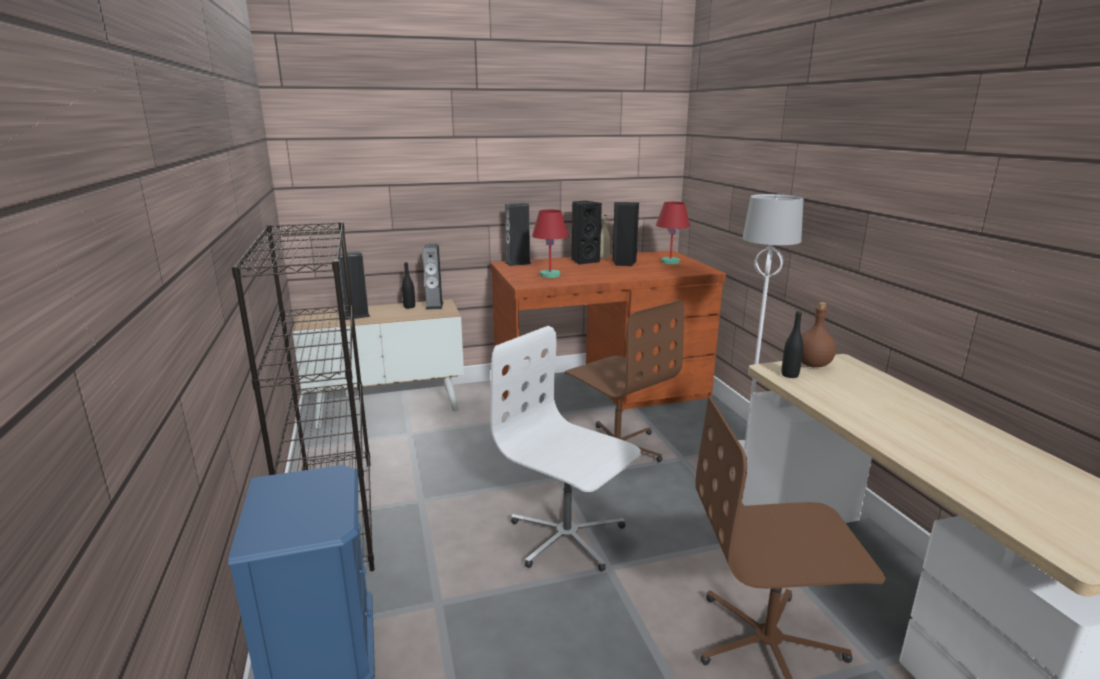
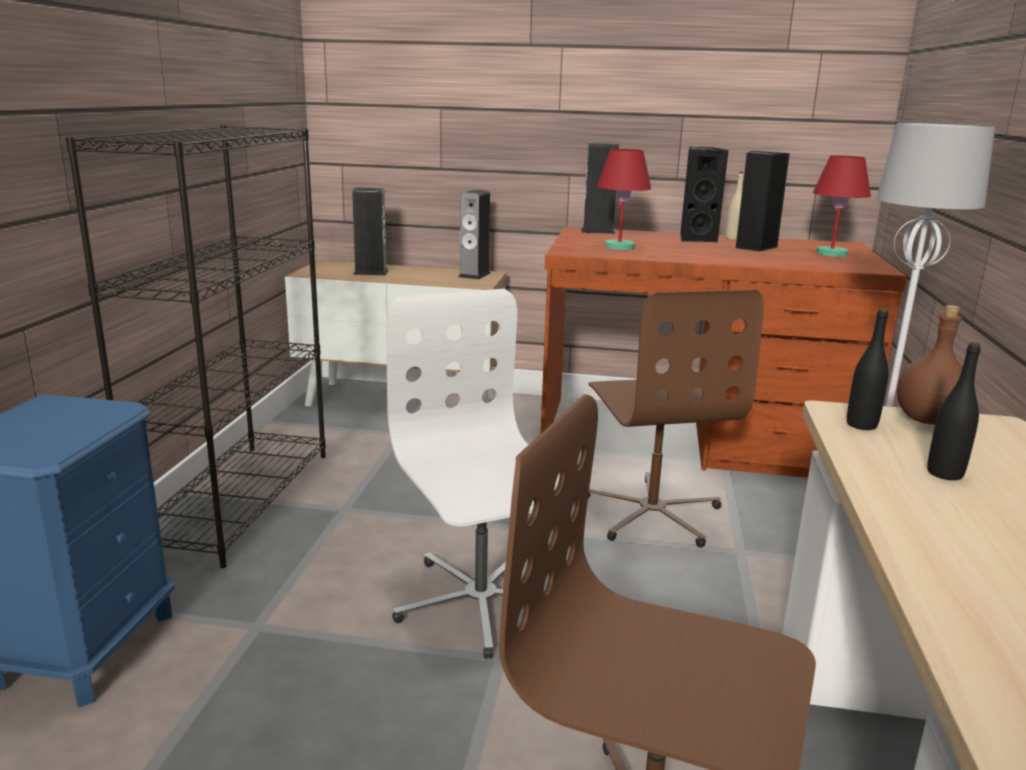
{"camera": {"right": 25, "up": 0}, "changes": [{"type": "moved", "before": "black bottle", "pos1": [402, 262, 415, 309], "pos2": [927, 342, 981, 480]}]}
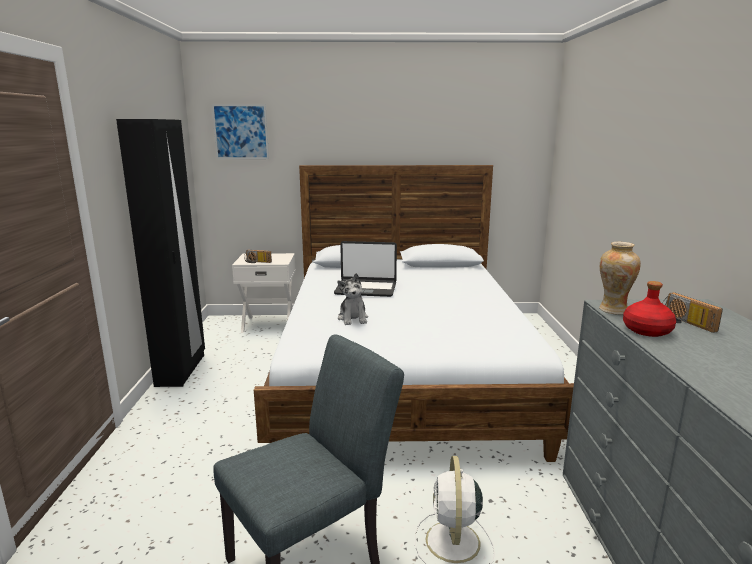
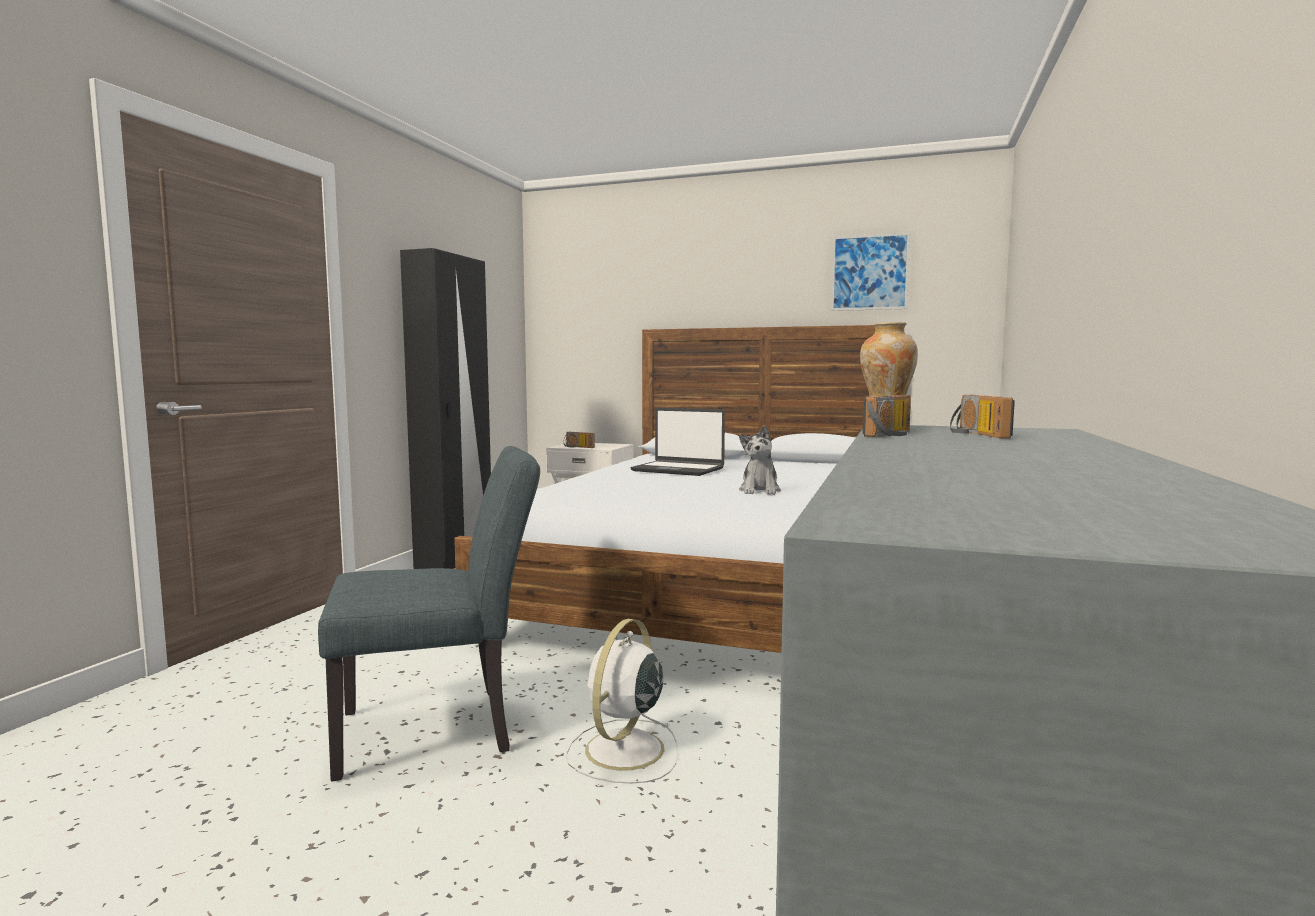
{"camera": {"right": 20, "up": -10}, "changes": [{"type": "moved", "before": "picture", "pos1": [212, 104, 269, 159], "pos2": [831, 232, 910, 311]}, {"type": "moved", "before": "plush toy", "pos1": [337, 273, 368, 325], "pos2": [739, 426, 781, 495]}, {"type": "replaced", "before": "red bottle", "after": "radio", "pos1": [623, 281, 676, 337], "pos2": [862, 395, 911, 437]}]}
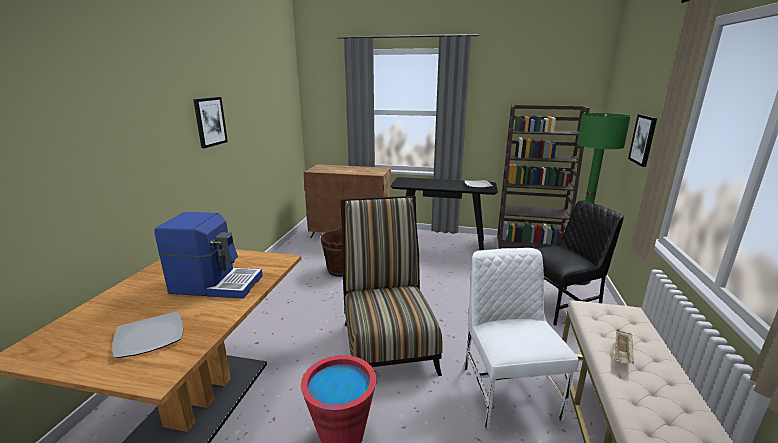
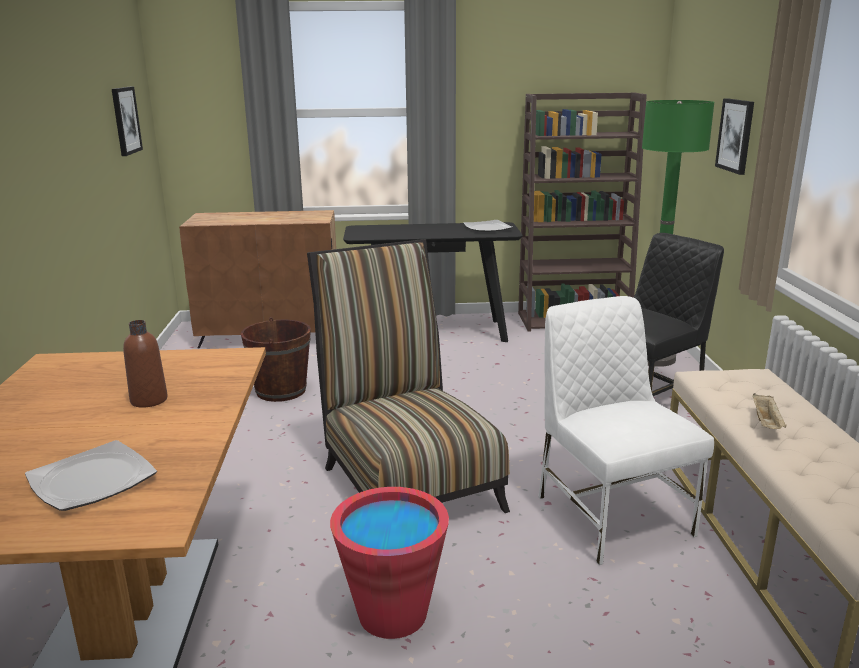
{"camera": {"right": -15, "up": 0}, "changes": [{"type": "moved", "before": "picture", "pos1": [193, 97, 228, 148], "pos2": [112, 87, 143, 156]}, {"type": "replaced", "before": "coffee machine", "after": "brown bottle", "pos1": [154, 212, 263, 299], "pos2": [123, 320, 168, 408]}]}
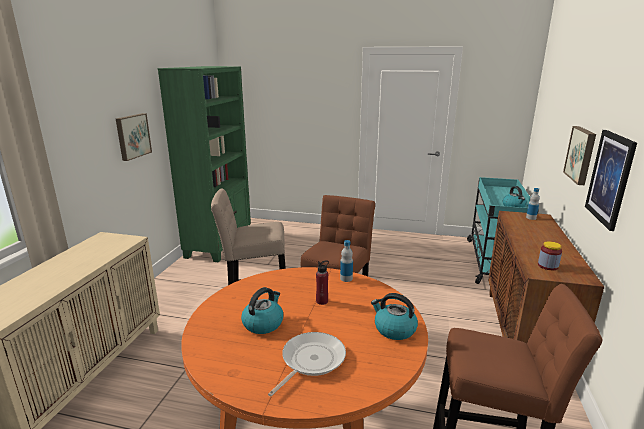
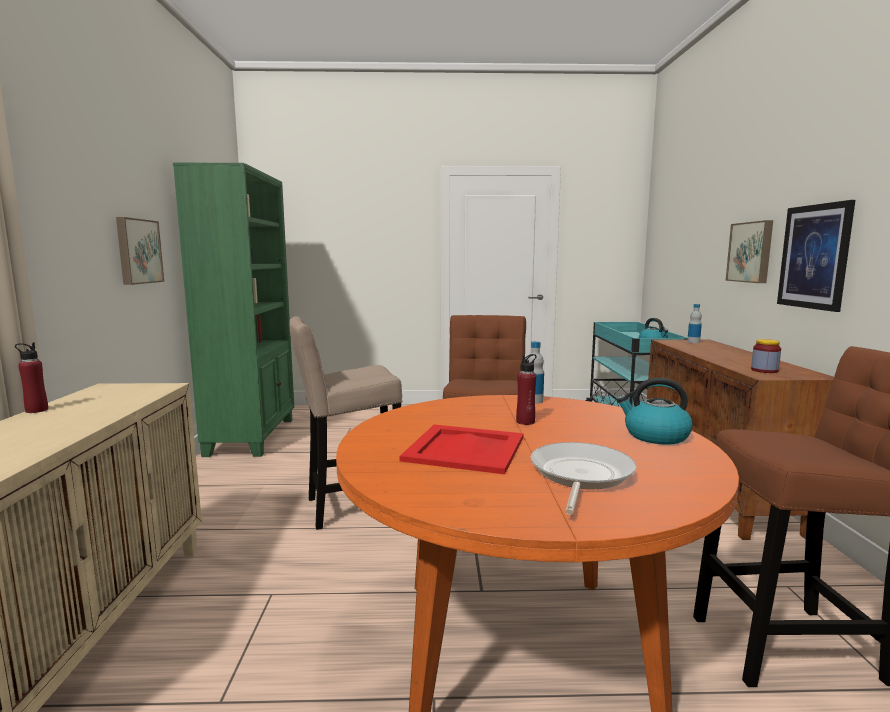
{"camera": {"right": -15, "up": -10}, "changes": [{"type": "added", "after": "red bottle", "pos2": [15, 342, 48, 413]}, {"type": "replaced", "before": "kettle", "after": "red tray", "pos1": [241, 287, 283, 334], "pos2": [400, 424, 523, 474]}]}
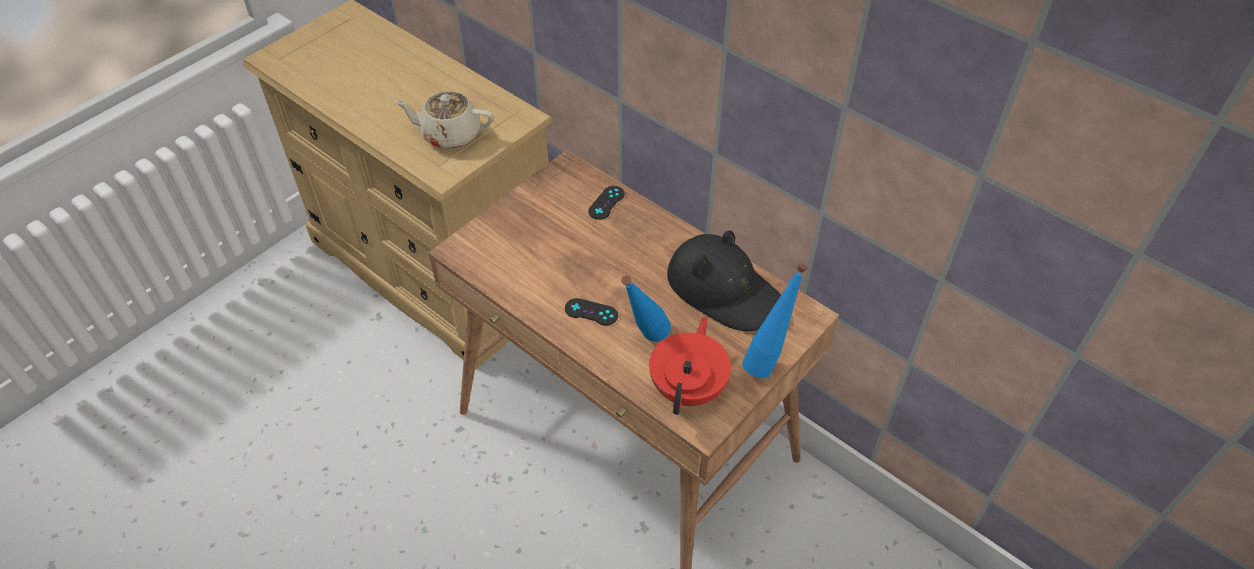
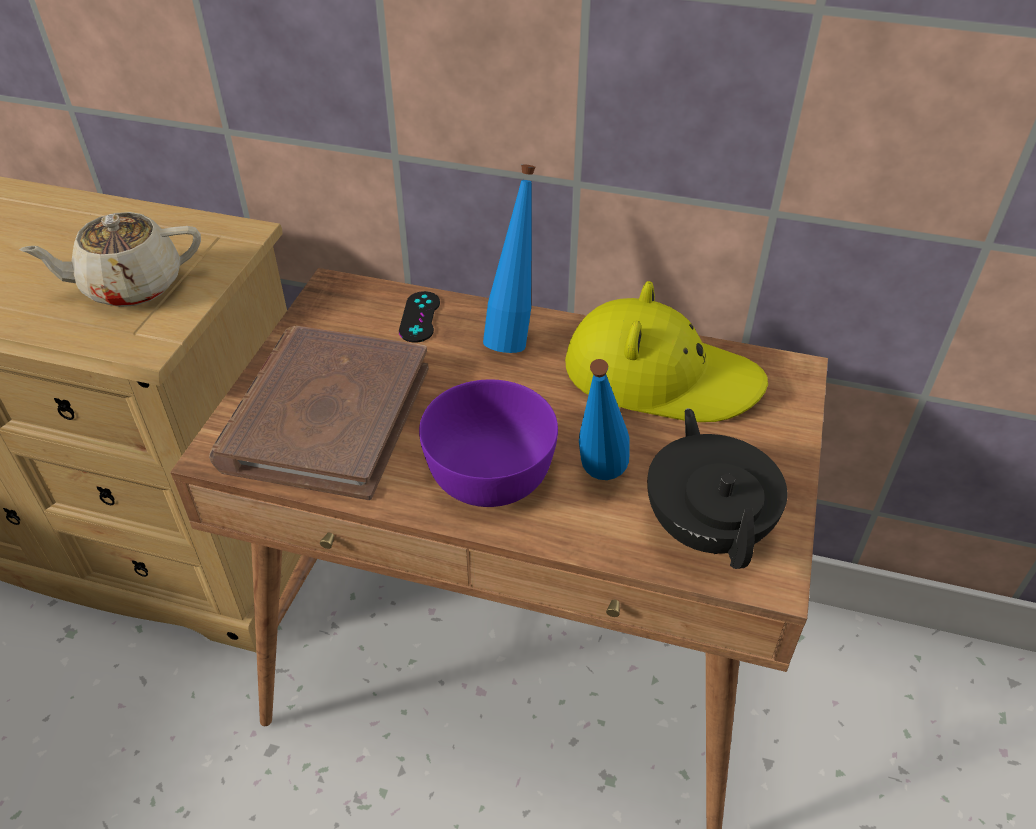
{"camera": {"right": -25, "up": -5}, "changes": [{"type": "added", "after": "brown book", "pos2": [209, 326, 429, 500]}, {"type": "moved", "before": "blue bottle", "pos1": [742, 263, 807, 378], "pos2": [483, 164, 535, 353]}, {"type": "replaced", "before": "black game controller", "after": "purple bowl", "pos1": [565, 298, 618, 326], "pos2": [419, 380, 558, 507]}, {"type": "recoloured", "before": "red teapot", "after": "black teapot", "pos1": [649, 317, 731, 415], "pos2": [647, 408, 787, 569]}, {"type": "recoloured", "before": "black hat", "after": "yellow hat", "pos1": [667, 230, 781, 331], "pos2": [565, 281, 768, 422]}]}
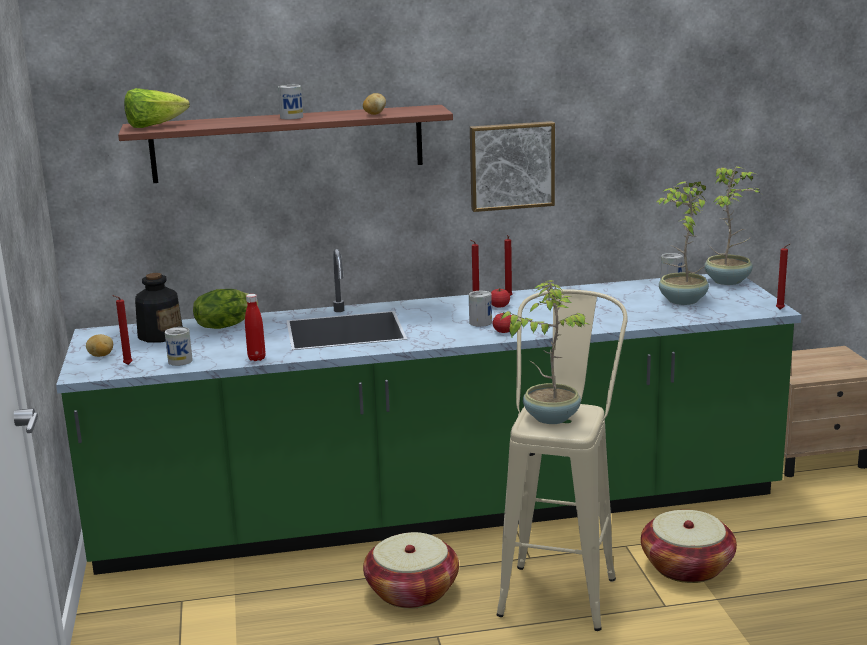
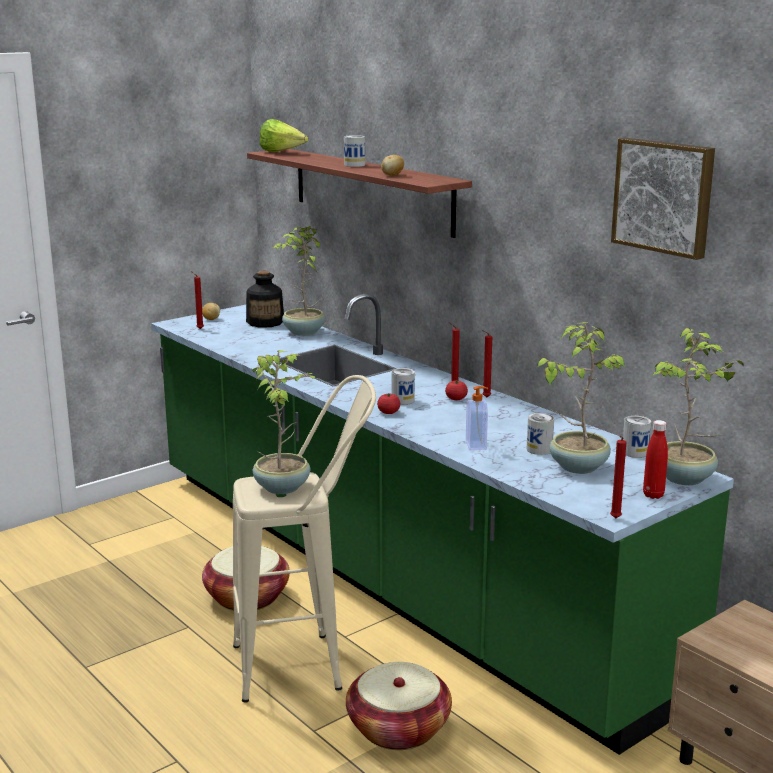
{"camera": {"right": 60, "up": 0}, "changes": [{"type": "added", "after": "soap dispenser", "pos2": [466, 386, 488, 450]}, {"type": "moved", "before": "can", "pos1": [165, 327, 193, 366], "pos2": [527, 413, 554, 455]}, {"type": "moved", "before": "red bottle", "pos1": [245, 294, 266, 361], "pos2": [643, 420, 668, 499]}, {"type": "moved", "before": "picture", "pos1": [470, 121, 555, 212], "pos2": [611, 138, 715, 260]}, {"type": "replaced", "before": "lettuce", "after": "potted plant", "pos1": [193, 289, 258, 329], "pos2": [272, 226, 325, 336]}]}
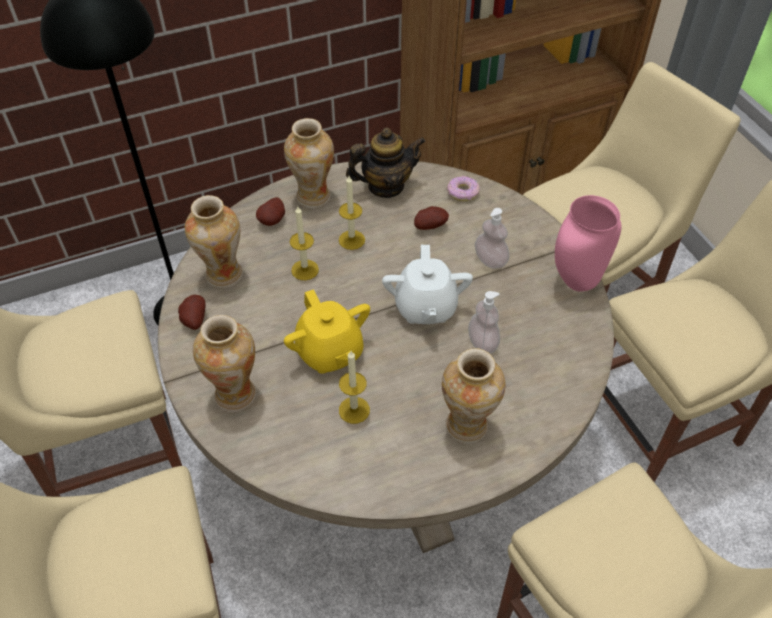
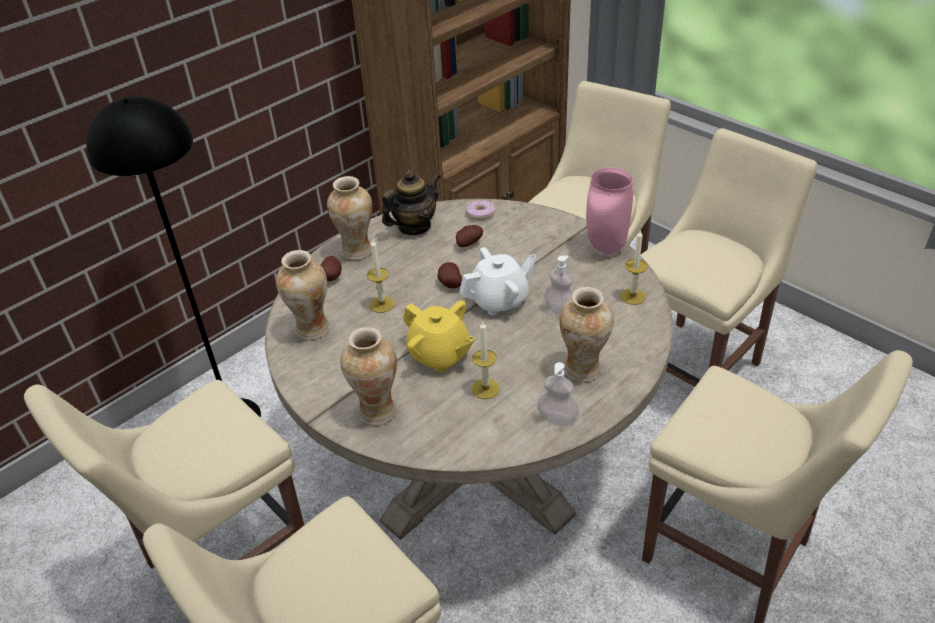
{"camera": {"right": -20, "up": -10}, "changes": [{"type": "moved", "before": "potato", "pos1": [178, 295, 206, 330], "pos2": [437, 262, 462, 288]}, {"type": "moved", "before": "candle", "pos1": [339, 176, 365, 250], "pos2": [620, 229, 648, 305]}, {"type": "moved", "before": "soap dispenser", "pos1": [475, 208, 509, 269], "pos2": [537, 362, 579, 426]}, {"type": "turned", "before": "white teapot", "pos1": [382, 245, 473, 324], "pos2": [460, 247, 537, 315], "turn": -90}]}
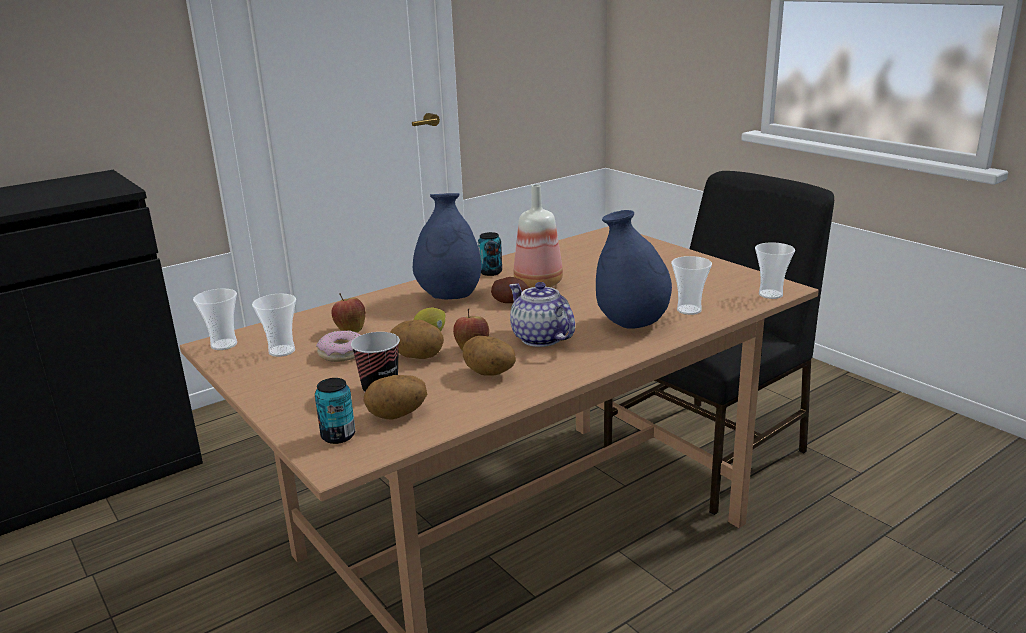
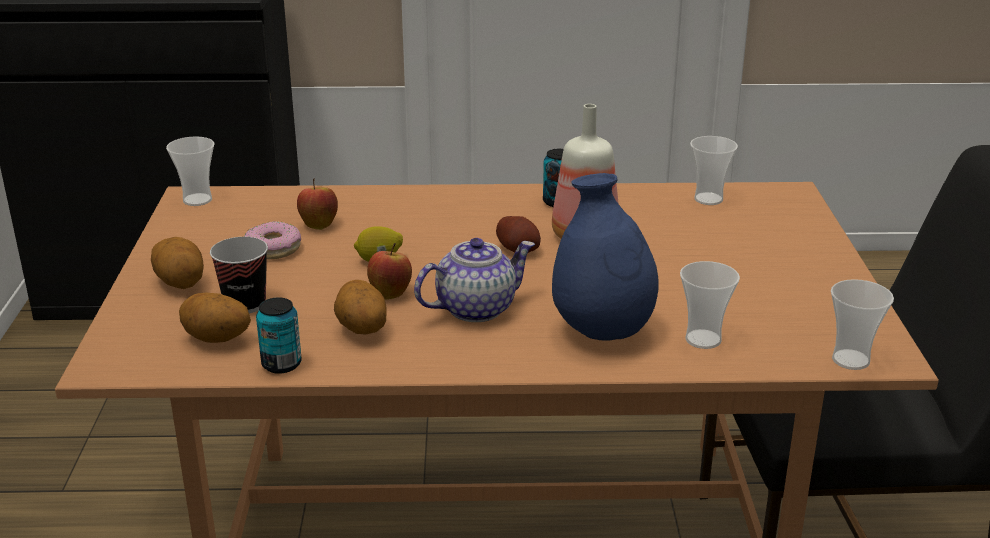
{"camera": {"right": 35, "up": 5}, "changes": [{"type": "removed", "before": "blue vase", "pos1": [413, 193, 481, 299]}, {"type": "moved", "before": "cup", "pos1": [252, 294, 296, 357], "pos2": [690, 136, 738, 205]}, {"type": "moved", "before": "can", "pos1": [315, 378, 355, 444], "pos2": [256, 297, 302, 374]}, {"type": "moved", "before": "potato", "pos1": [390, 320, 444, 359], "pos2": [151, 237, 204, 289]}, {"type": "turned", "before": "teapot", "pos1": [509, 282, 575, 347], "pos2": [414, 238, 535, 322], "turn": 60}]}
